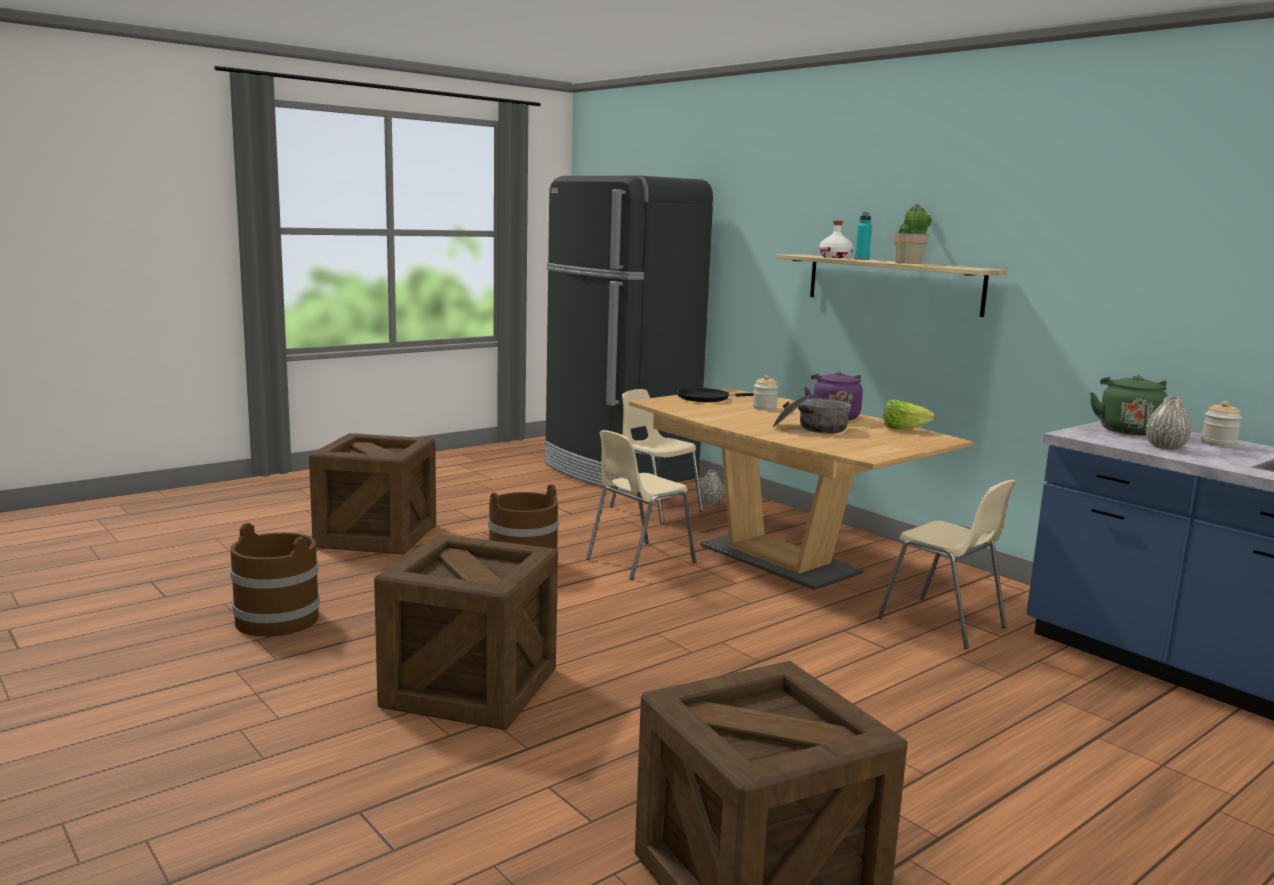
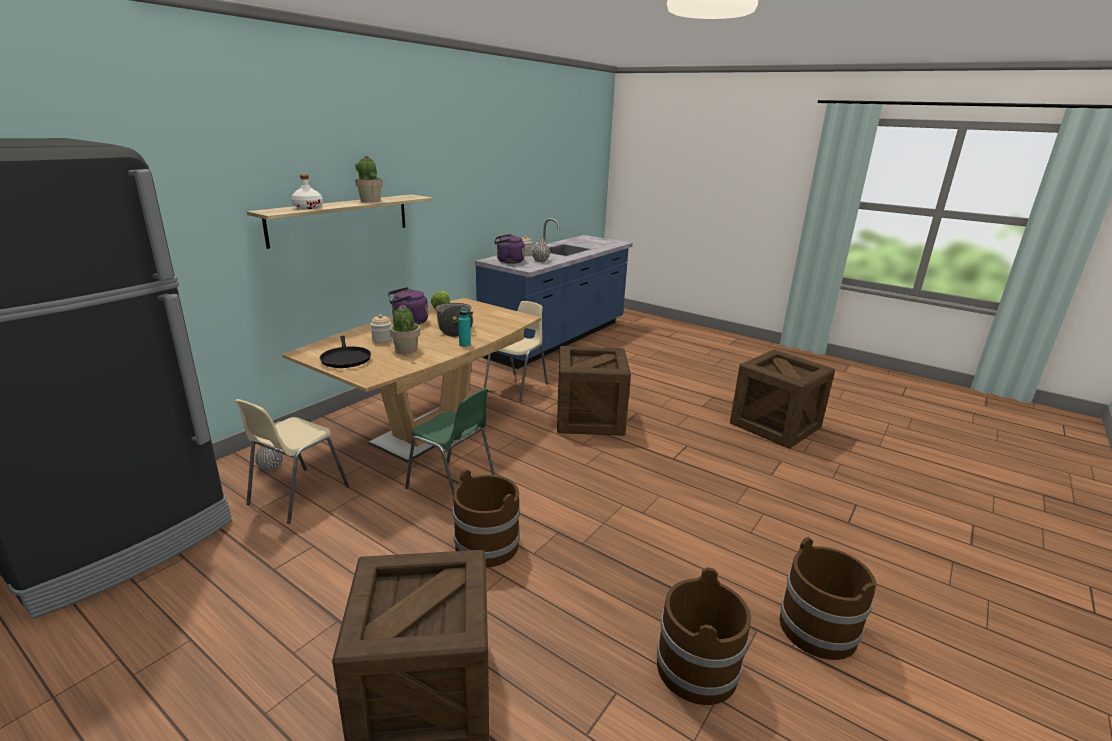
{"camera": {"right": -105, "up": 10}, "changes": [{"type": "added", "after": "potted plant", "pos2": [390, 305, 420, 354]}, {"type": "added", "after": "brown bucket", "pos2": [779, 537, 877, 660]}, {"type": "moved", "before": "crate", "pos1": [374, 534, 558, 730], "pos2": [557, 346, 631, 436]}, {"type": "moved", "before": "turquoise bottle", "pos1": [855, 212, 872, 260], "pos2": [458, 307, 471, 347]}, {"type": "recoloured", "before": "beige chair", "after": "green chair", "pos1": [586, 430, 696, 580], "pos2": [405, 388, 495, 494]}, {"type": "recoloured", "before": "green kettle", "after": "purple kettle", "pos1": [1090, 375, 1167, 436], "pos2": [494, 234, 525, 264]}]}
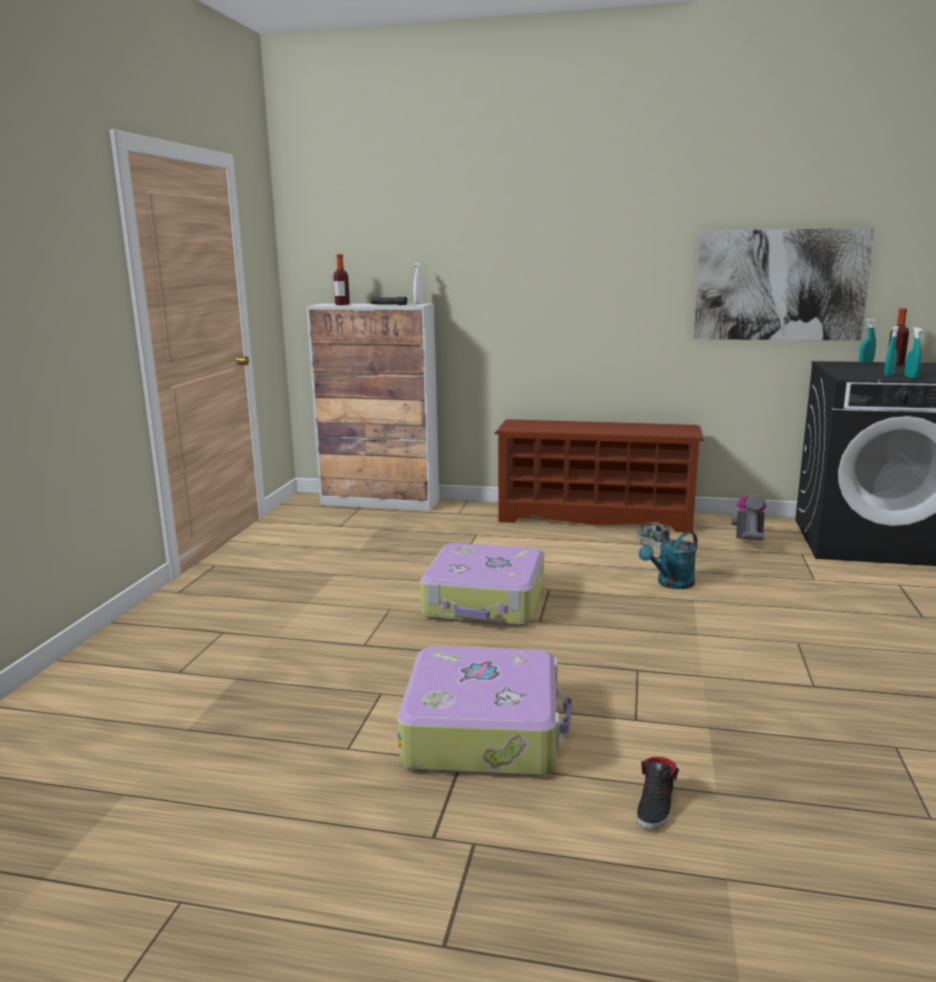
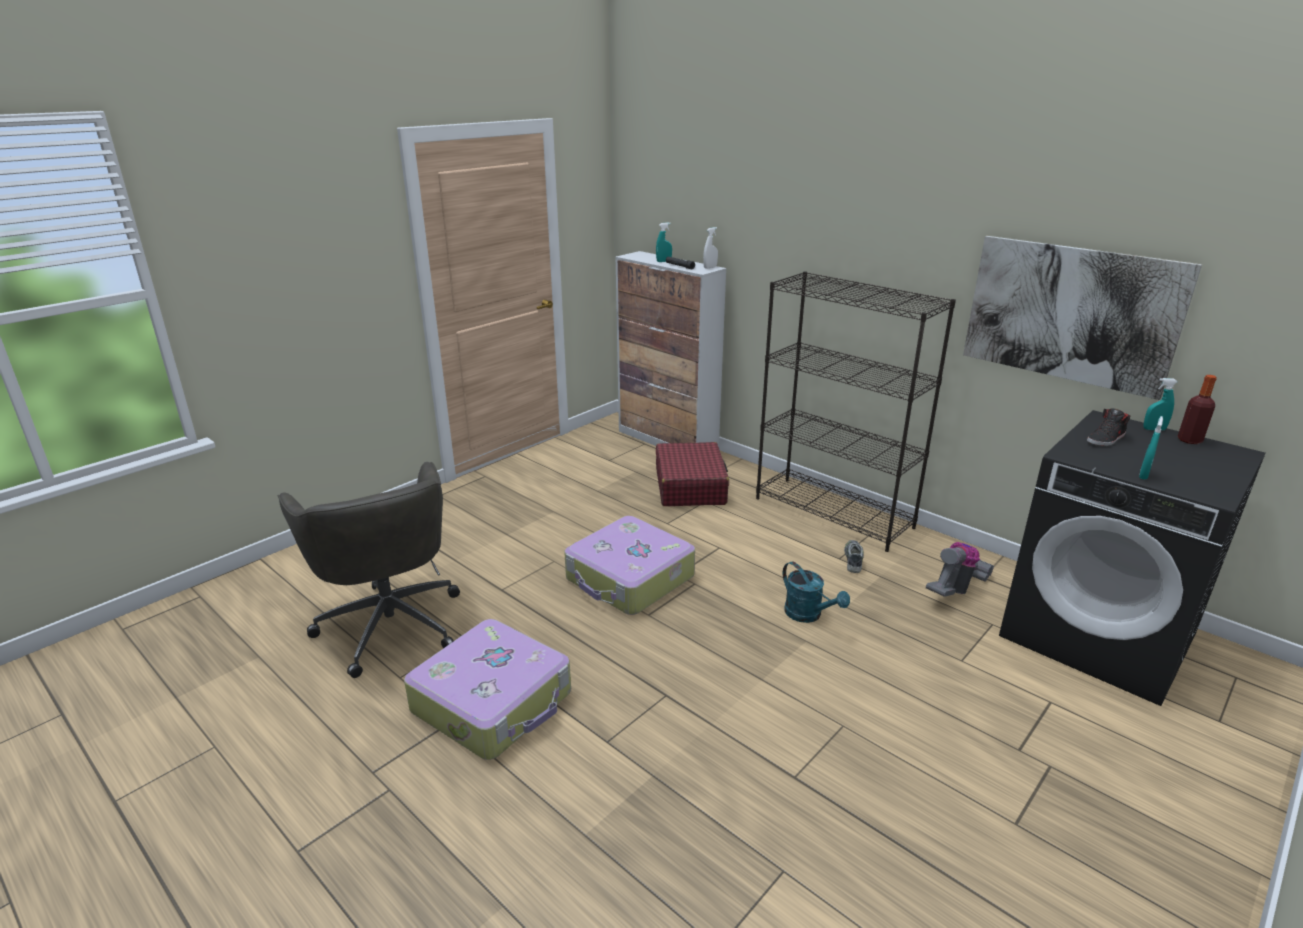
{"camera": {"right": 30, "up": 10}, "changes": [{"type": "removed", "before": "bottle", "pos1": [333, 254, 350, 305]}, {"type": "added", "after": "grey office chair", "pos2": [278, 462, 460, 678]}, {"type": "added", "after": "red suitcase", "pos2": [656, 442, 729, 506]}, {"type": "moved", "before": "black shoe", "pos1": [637, 757, 679, 830], "pos2": [1087, 408, 1130, 446]}, {"type": "moved", "before": "turquoise spray bottle", "pos1": [884, 326, 899, 376], "pos2": [656, 222, 672, 262]}, {"type": "replaced", "before": "brown shoe rack", "after": "black bookcase", "pos1": [494, 419, 704, 532], "pos2": [756, 271, 956, 552]}, {"type": "turned", "before": "turquoise watering can", "pos1": [639, 531, 698, 589], "pos2": [783, 562, 850, 623], "turn": -120}]}
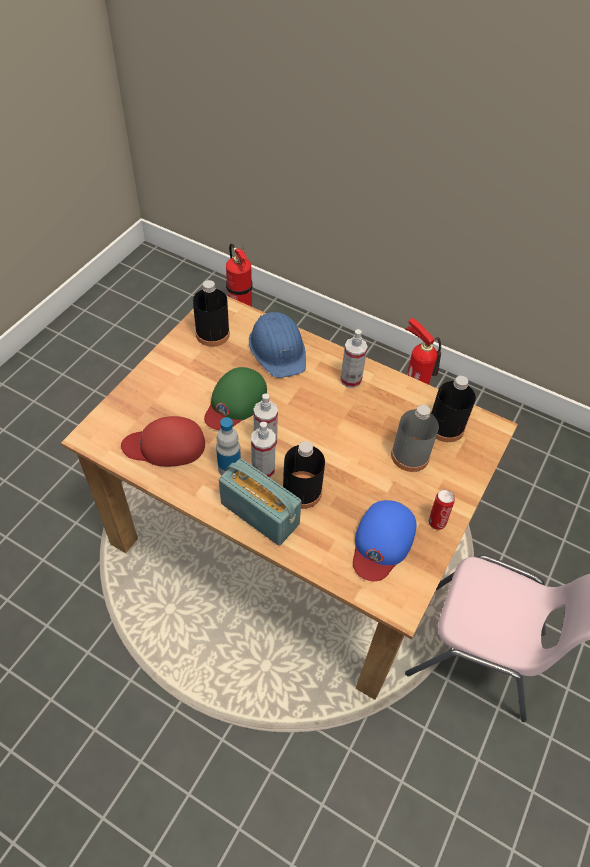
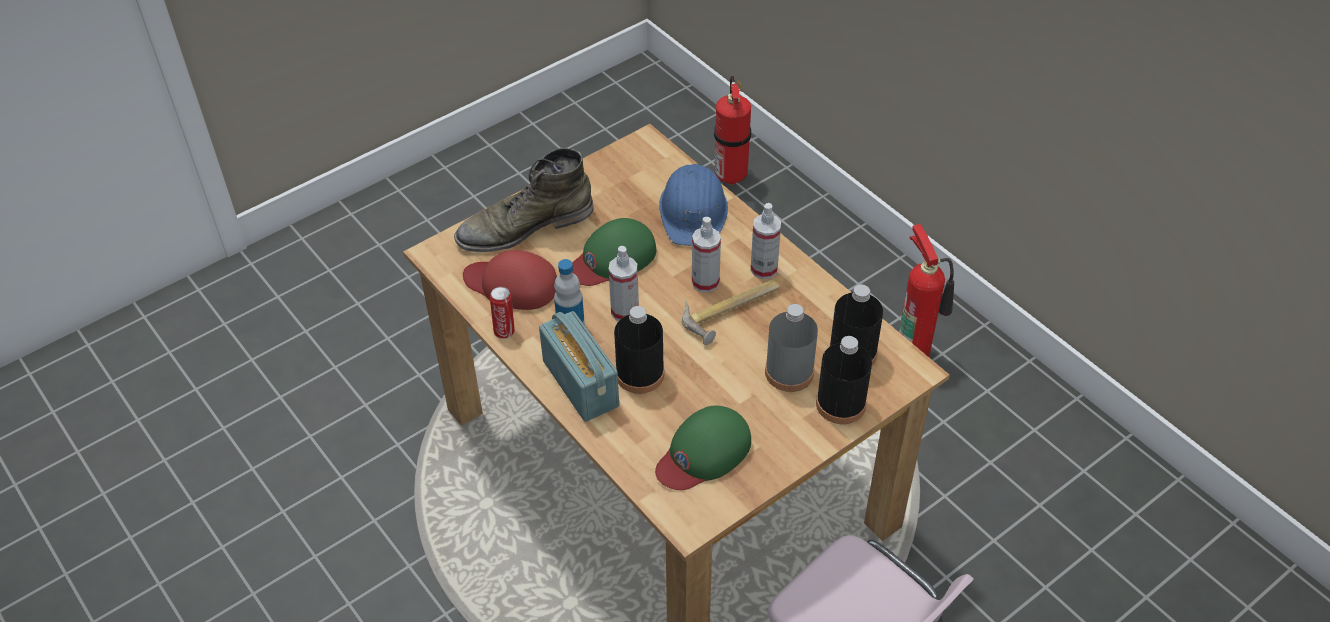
{"camera": {"right": 25, "up": -5}, "changes": [{"type": "added", "after": "green boot", "pos2": [454, 148, 594, 252]}, {"type": "added", "after": "hammer", "pos2": [682, 279, 780, 345]}, {"type": "moved", "before": "black bottle", "pos1": [193, 280, 230, 347], "pos2": [816, 336, 872, 424]}, {"type": "moved", "before": "spray bottle", "pos1": [251, 422, 276, 478], "pos2": [692, 217, 721, 293]}, {"type": "moved", "before": "can", "pos1": [428, 489, 455, 530], "pos2": [490, 287, 515, 339]}, {"type": "recoloured", "before": "blue cap", "after": "green cap", "pos1": [353, 500, 416, 581], "pos2": [655, 406, 751, 490]}]}
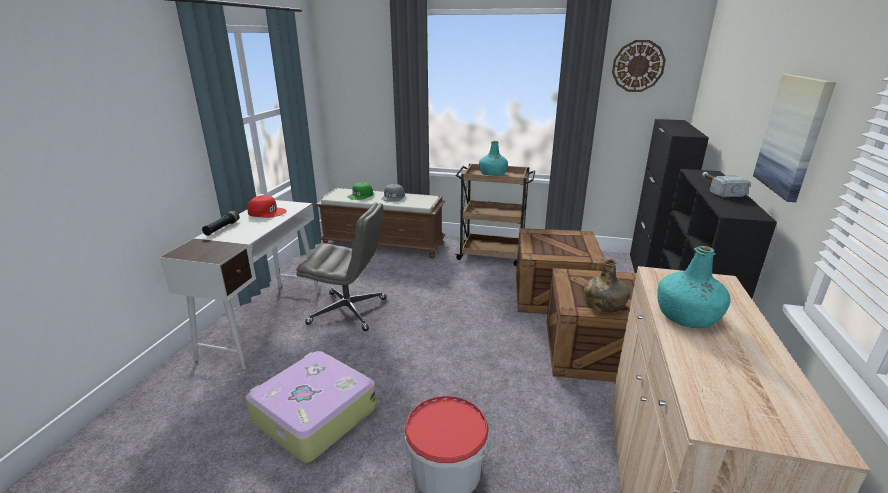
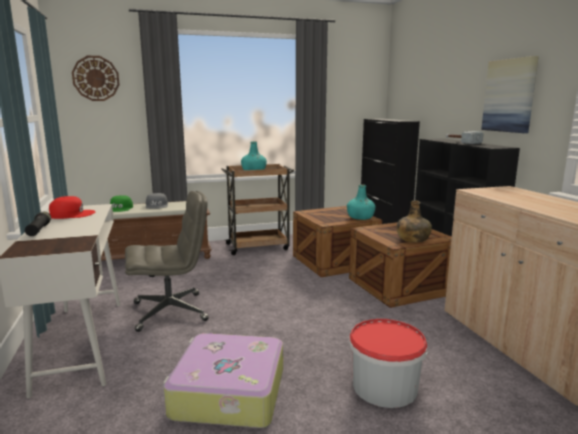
{"camera": {"right": -30, "up": -10}, "changes": [{"type": "moved", "before": "wall clock", "pos1": [612, 40, 666, 92], "pos2": [72, 56, 120, 101]}, {"type": "moved", "before": "turquoise bottle", "pos1": [657, 246, 731, 328], "pos2": [347, 184, 375, 220]}]}
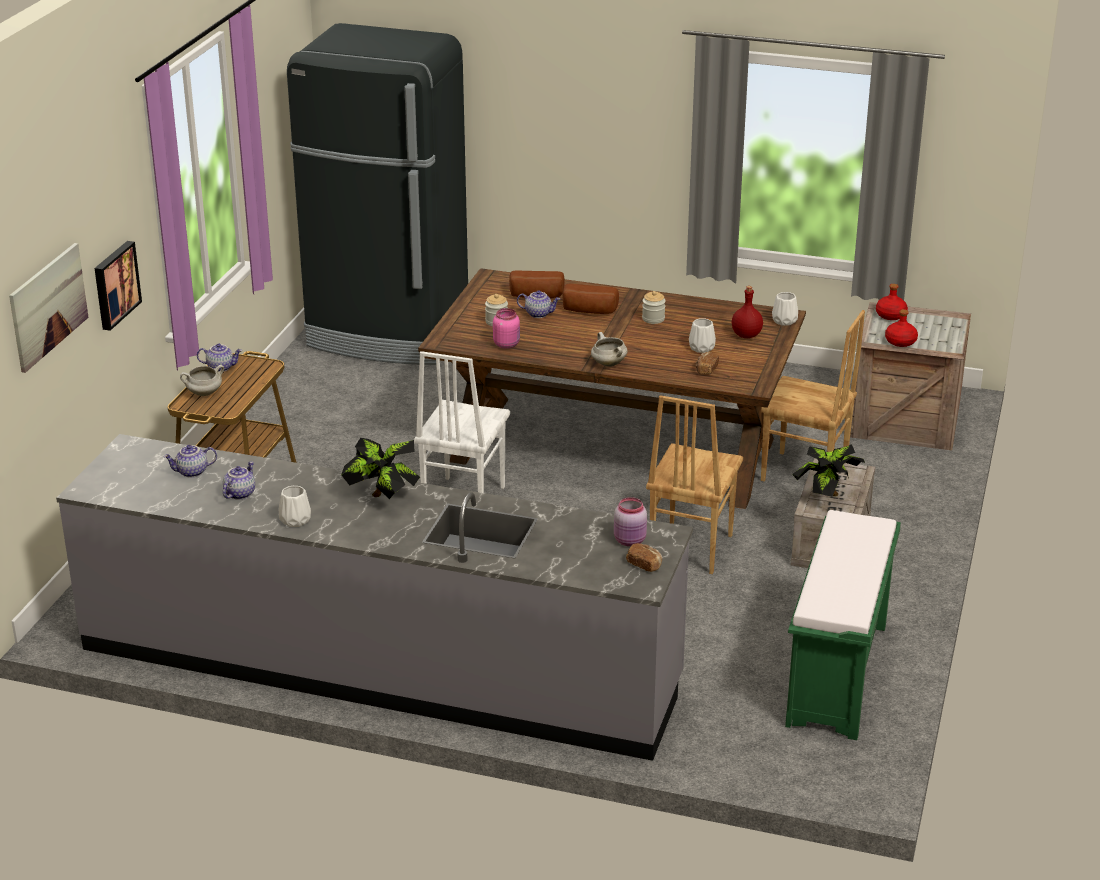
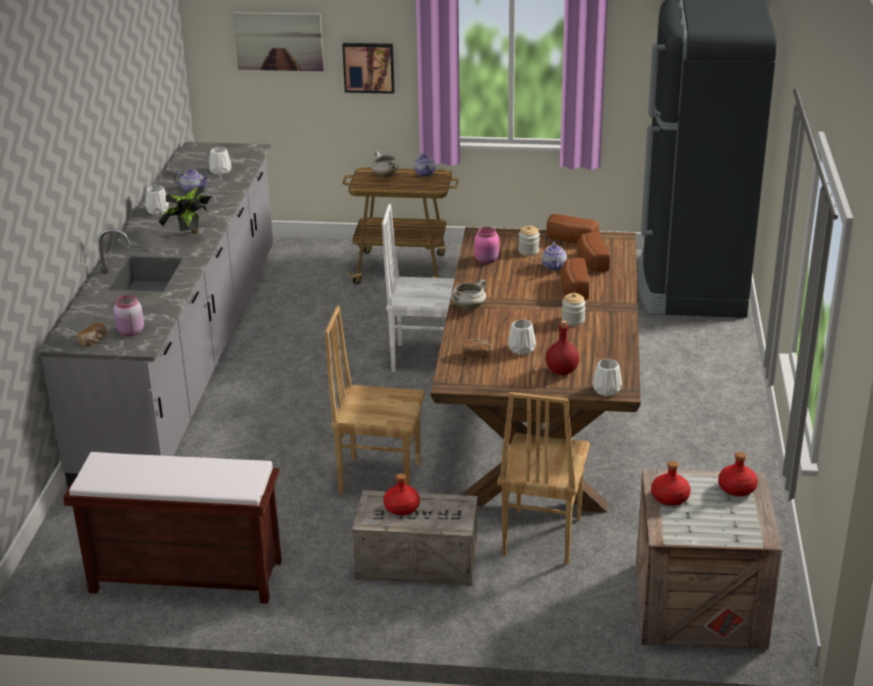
{"camera": {"right": 80, "up": 0}, "changes": [{"type": "added", "after": "bread", "pos2": [547, 214, 599, 244]}, {"type": "replaced", "before": "teapot", "after": "white vase", "pos1": [163, 445, 217, 478], "pos2": [209, 147, 232, 175]}, {"type": "replaced", "before": "potted plant", "after": "red bottle", "pos1": [792, 444, 865, 497], "pos2": [383, 473, 420, 515]}, {"type": "recoloured", "before": "green bench", "after": "brown bench", "pos1": [785, 510, 901, 740], "pos2": [63, 452, 282, 604]}]}
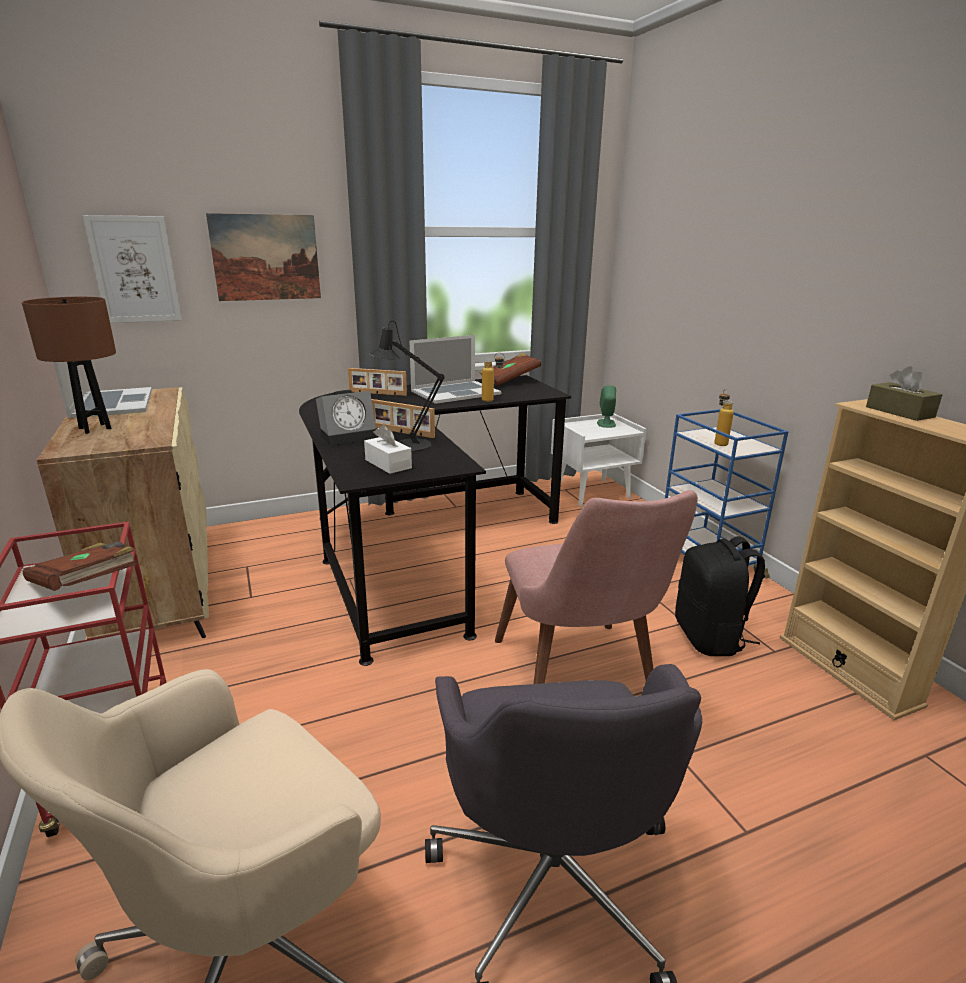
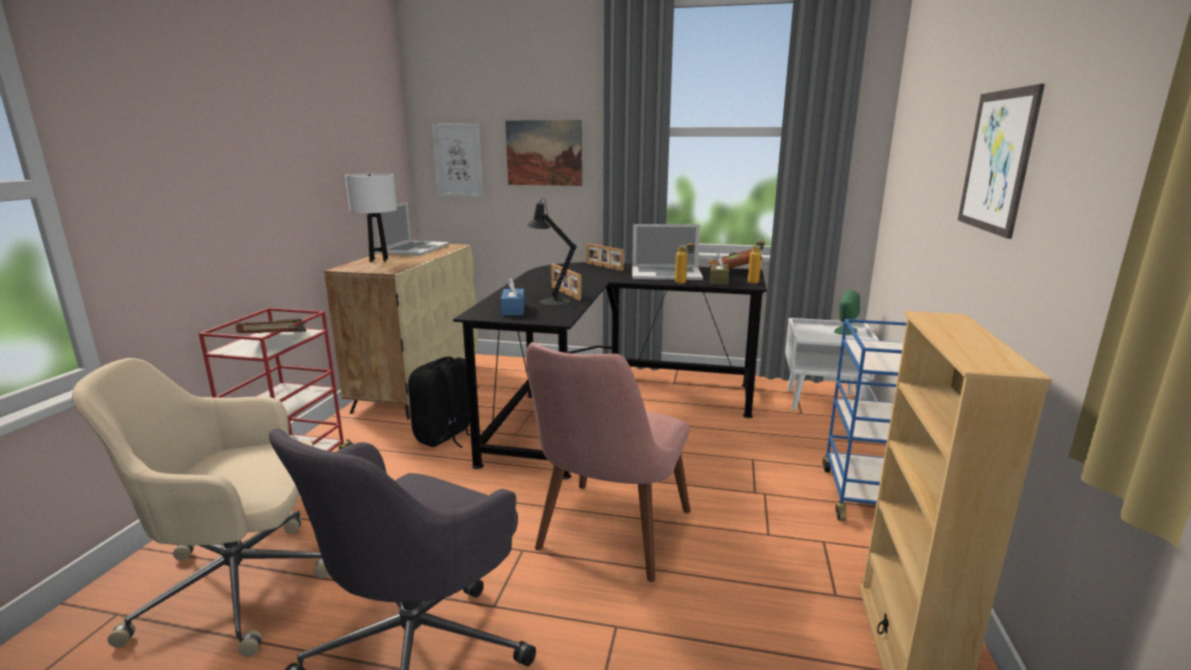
{"camera": {"right": 35, "up": -5}, "changes": [{"type": "removed", "before": "alarm clock", "pos1": [316, 390, 377, 446]}, {"type": "added", "after": "picture", "pos2": [958, 84, 1045, 239]}, {"type": "moved", "before": "black backpack", "pos1": [675, 536, 765, 656], "pos2": [408, 357, 471, 448]}, {"type": "moved", "before": "bottle", "pos1": [715, 389, 734, 446], "pos2": [748, 237, 765, 284]}, {"type": "moved", "before": "brown tissue box", "pos1": [866, 366, 942, 421], "pos2": [710, 253, 729, 285]}, {"type": "recoloured", "before": "brown table lamp", "after": "white table lamp", "pos1": [22, 297, 116, 434], "pos2": [345, 173, 397, 262]}, {"type": "recoloured", "before": "white tissue box", "after": "blue tissue box", "pos1": [364, 425, 412, 474], "pos2": [501, 277, 525, 316]}]}
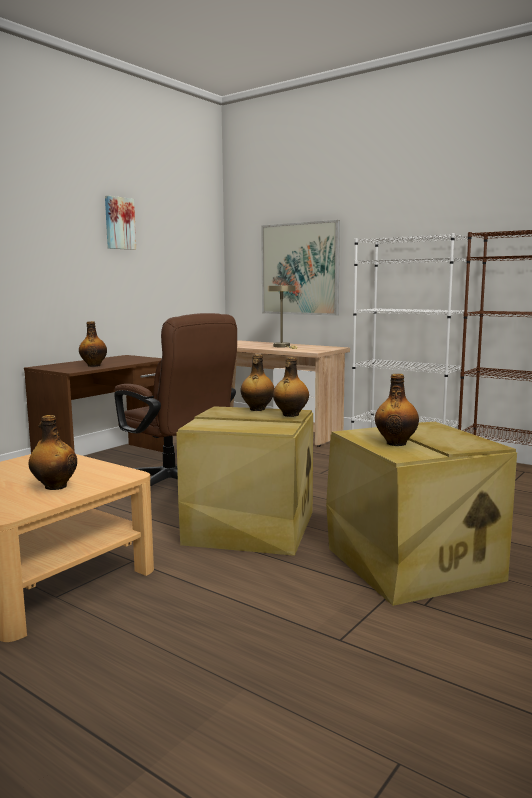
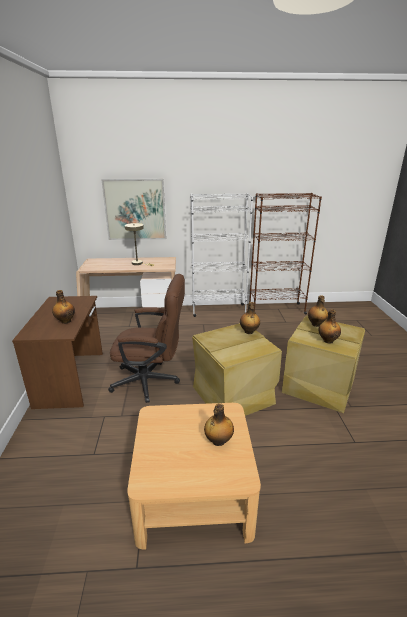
{"camera": {"right": -40, "up": 15}, "changes": [{"type": "removed", "before": "picture", "pos1": [105, 196, 136, 250]}, {"type": "moved", "before": "bottle", "pos1": [240, 355, 275, 411], "pos2": [308, 296, 328, 327]}]}
